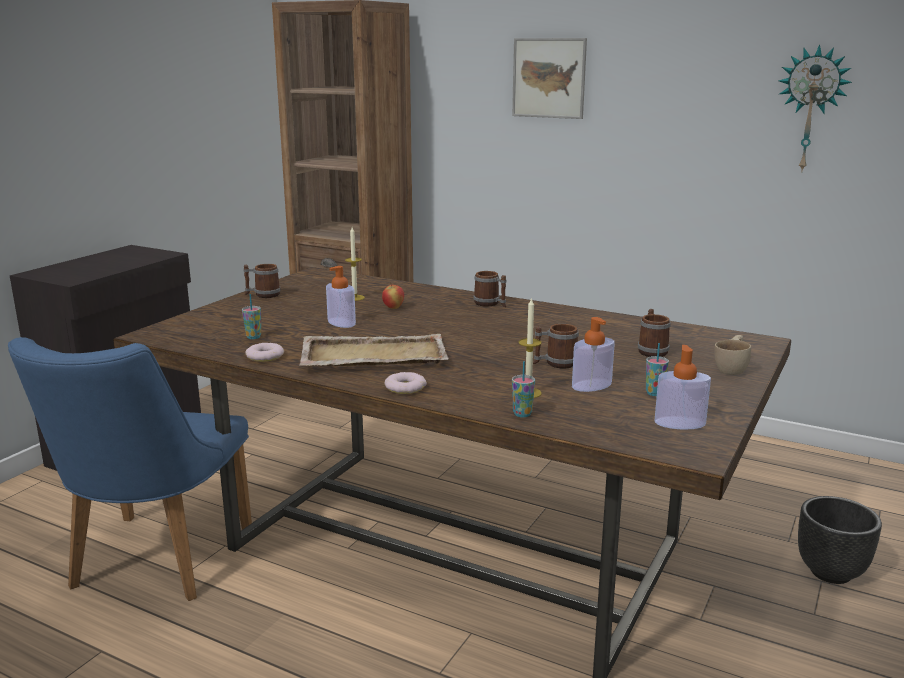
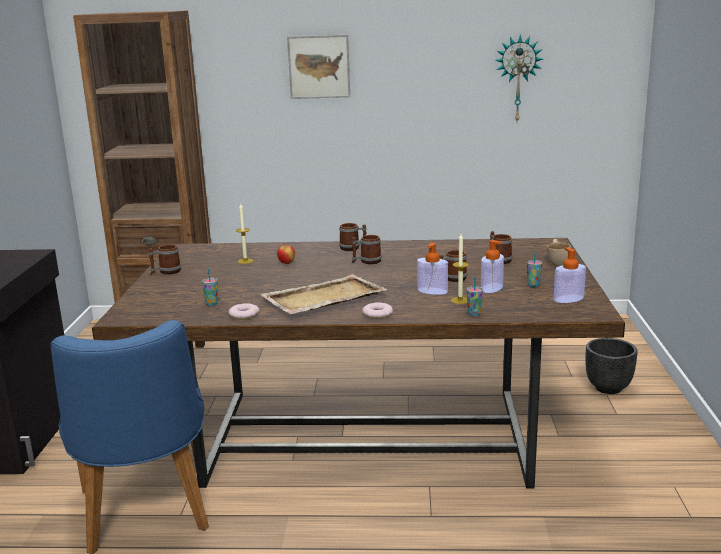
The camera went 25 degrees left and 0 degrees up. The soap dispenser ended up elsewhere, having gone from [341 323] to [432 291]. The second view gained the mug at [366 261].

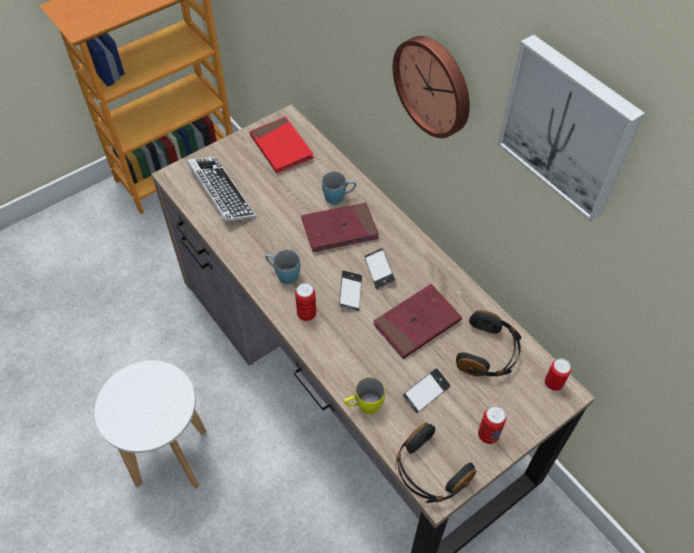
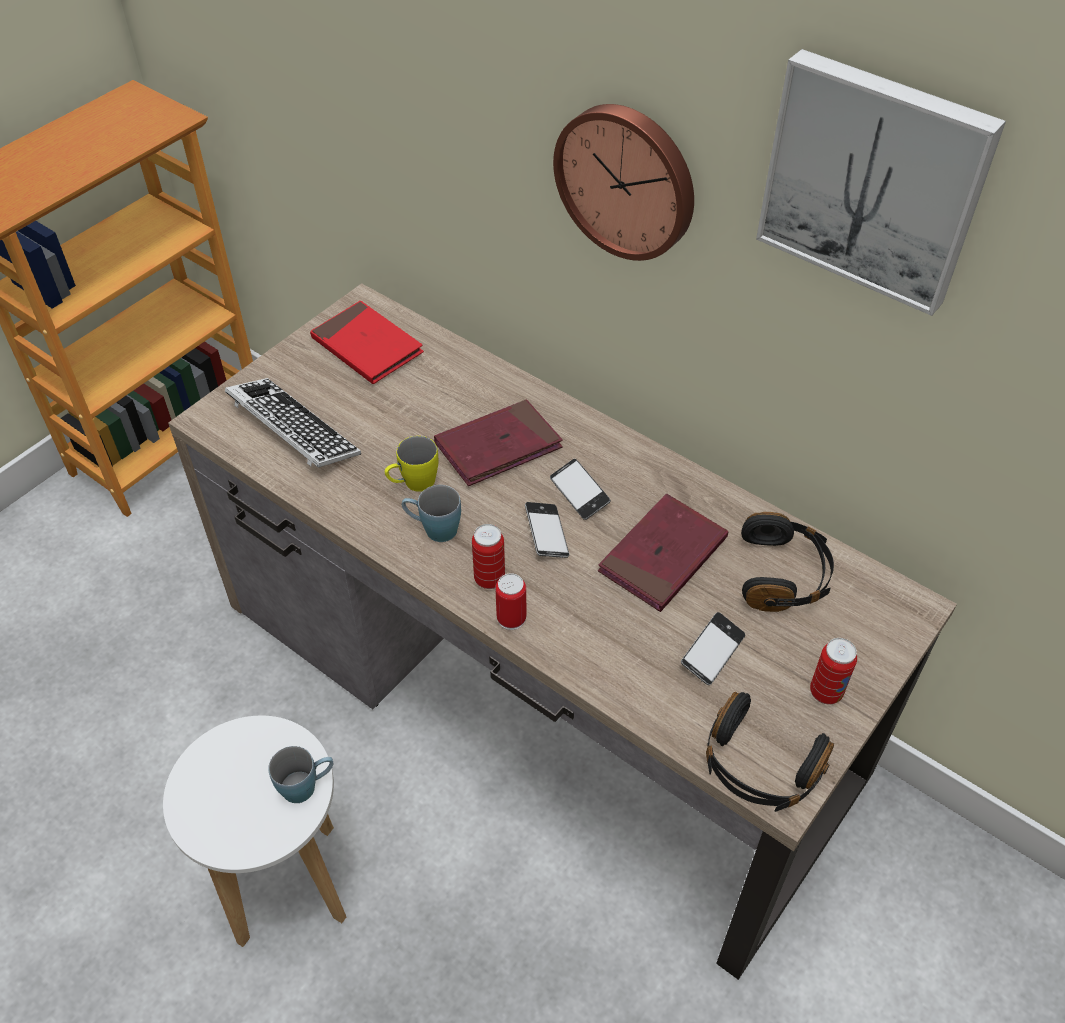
The camera went 15 degrees left and 5 degrees down. The mug in blue ended up elsewhere, having gone from [339 197] to [307 785]. The mug in yellow ended up elsewhere, having gone from [364 406] to [413 484]. The can ended up elsewhere, having gone from [553 383] to [511 618].

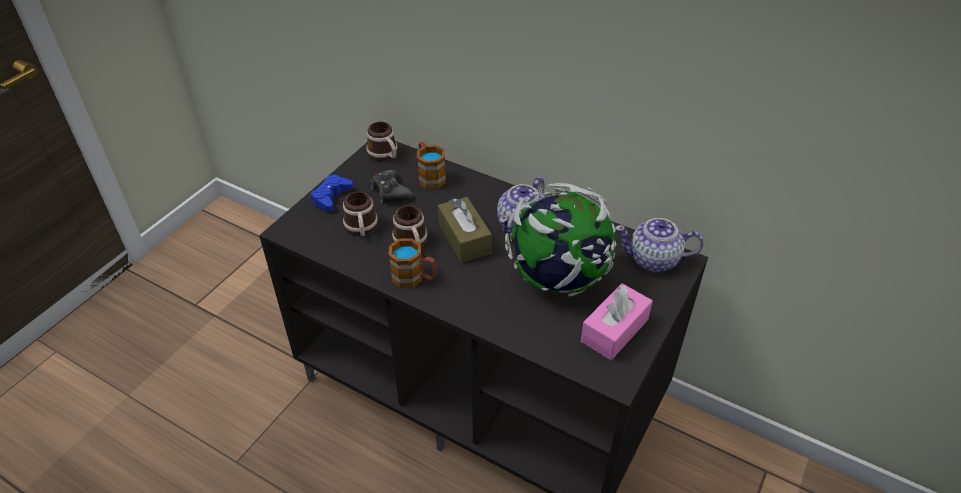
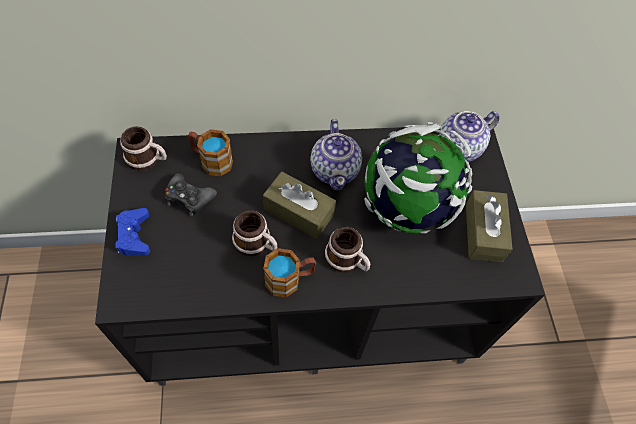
The camera went 40 degrees left and 15 degrees up. The mug ended up elsewhere, having gone from [361 228] to [347 260]. What was the tissue box in pink at [614 330] turned into the tissue box in brown at [483 232].

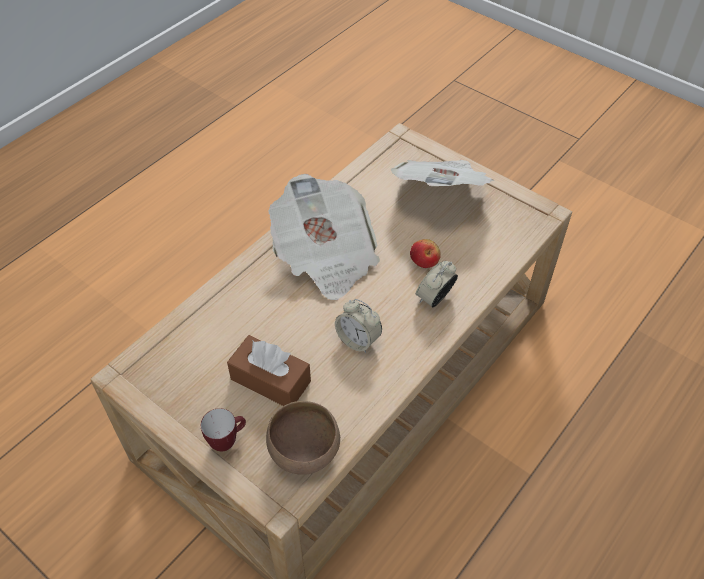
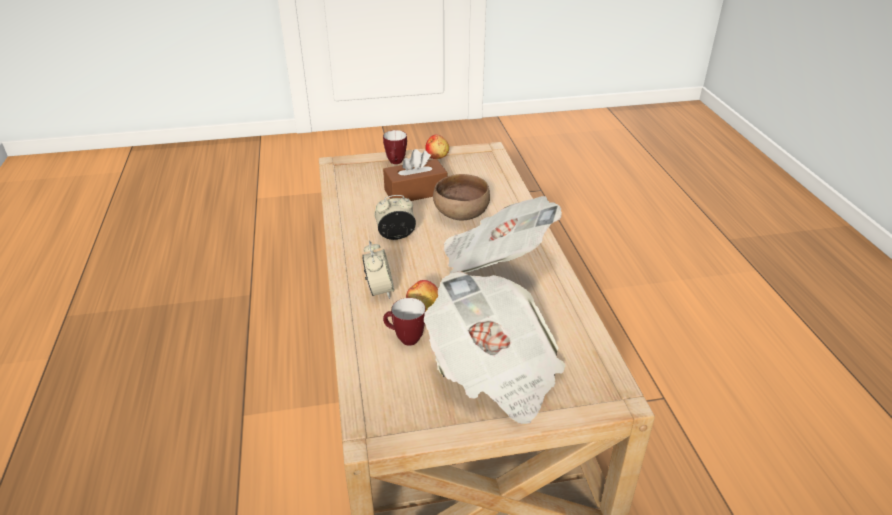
The camera went 130 degrees right and 15 degrees down. The bowl in brown ended up elsewhere, having gone from [305 450] to [460 215]. The second view gained the mug at [404 339]. The second view gained the apple at [437 156].

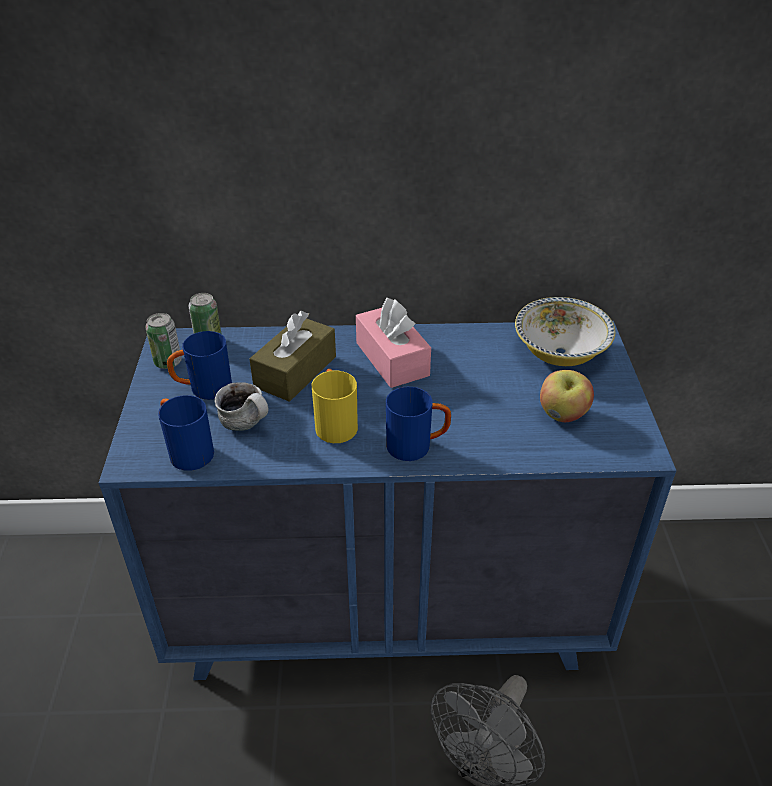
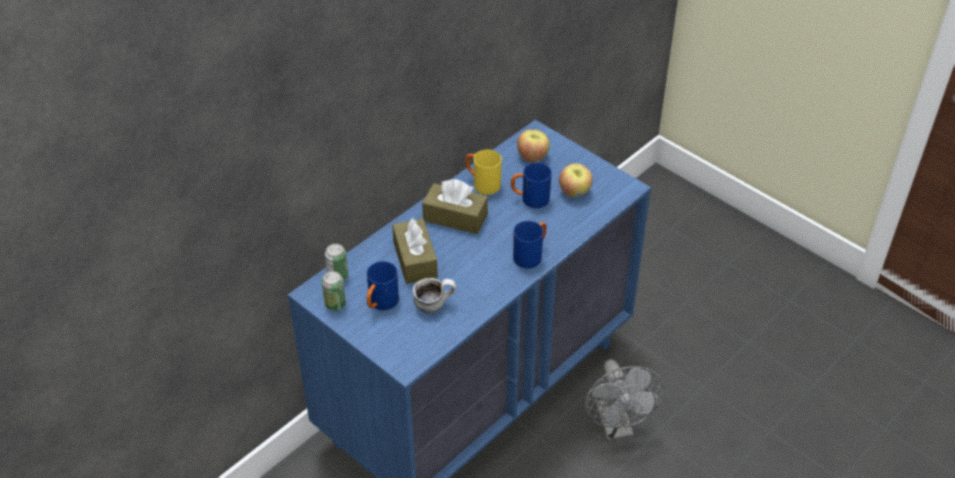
The camera went 45 degrees left and 5 degrees up. The mug in blue ended up elsewhere, having gone from [186 451] to [530 199]. The mug in yellow ended up elsewhere, having gone from [335 423] to [482 184]. What was the tissue box in pink at [392 359] turned into the tissue box in brown at [455 217]. Where the bowl stood at [560 352], the apple came to stand at [532 157].

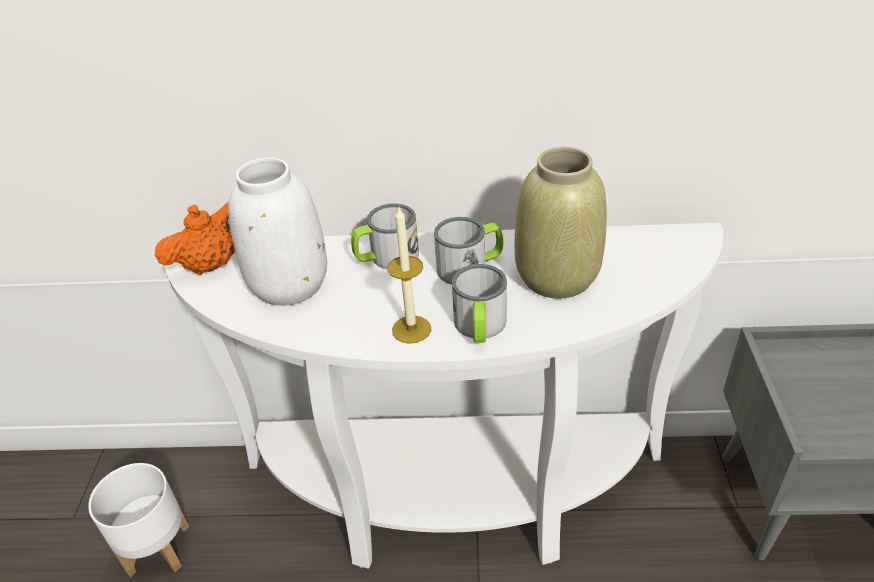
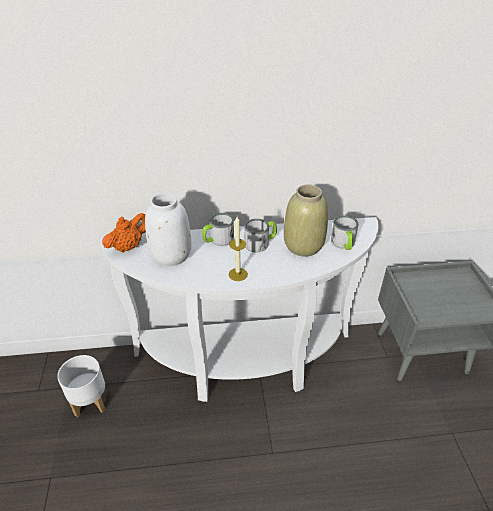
The camera went 10 degrees left and 0 degrees up. The mug ended up elsewhere, having gone from [480 327] to [343 244].

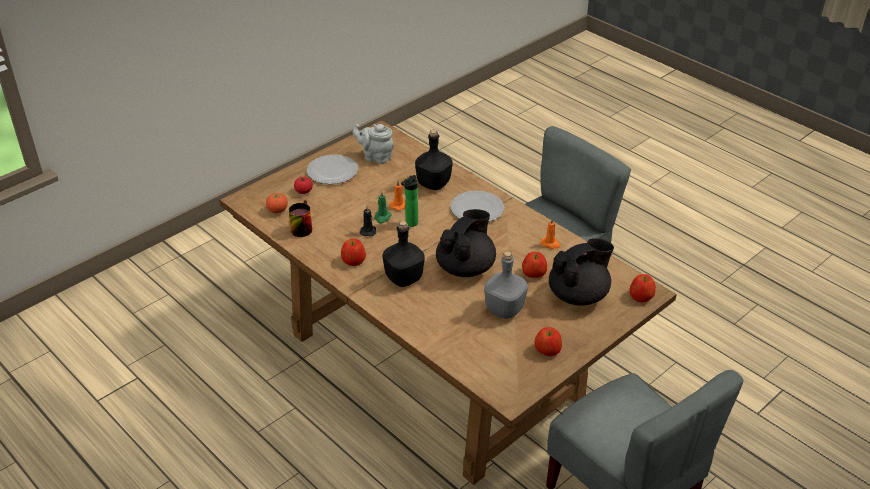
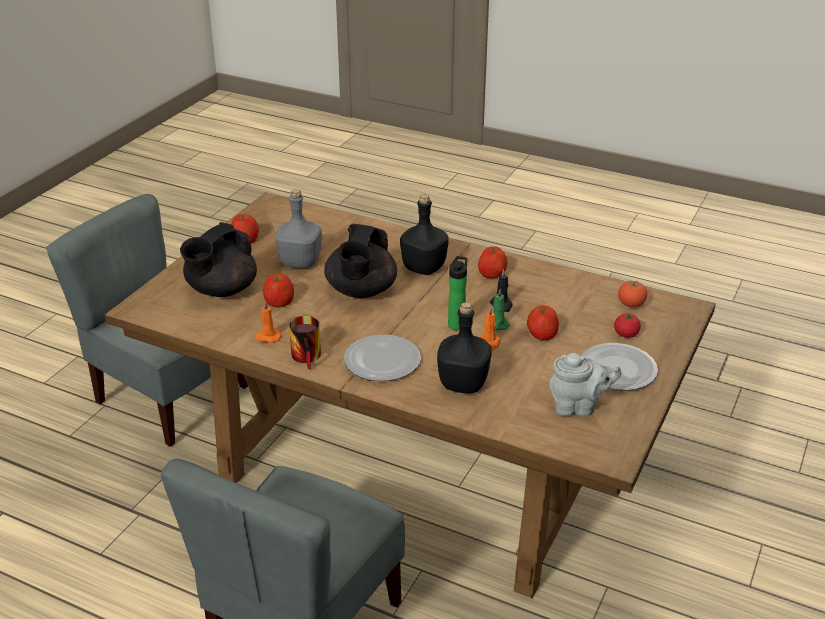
The camera went 160 degrees right and 5 degrees down. The mug ended up elsewhere, having gone from [300 227] to [309 357]. The apple ended up elsewhere, having gone from [641 296] to [542 334].

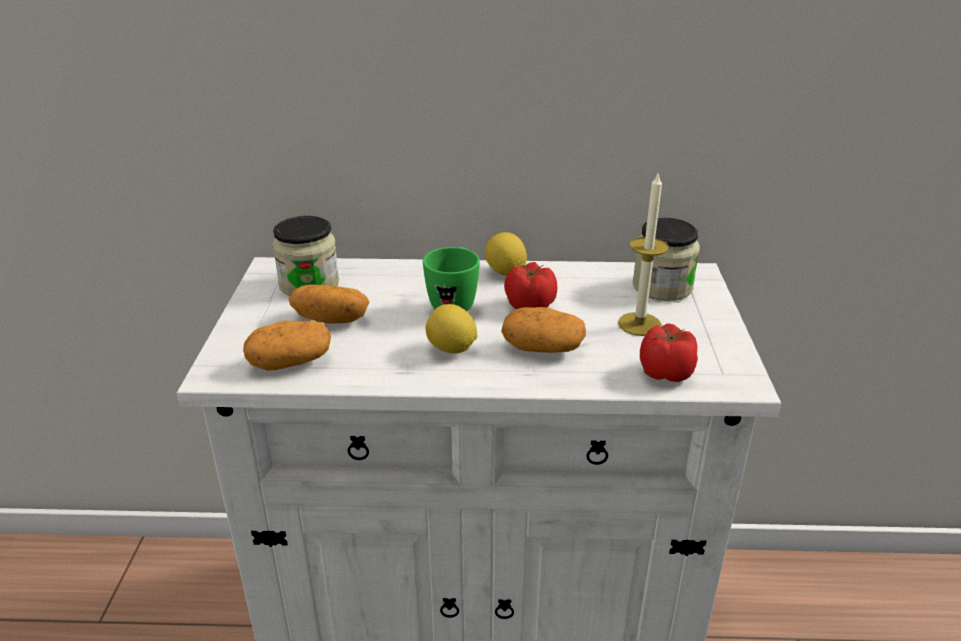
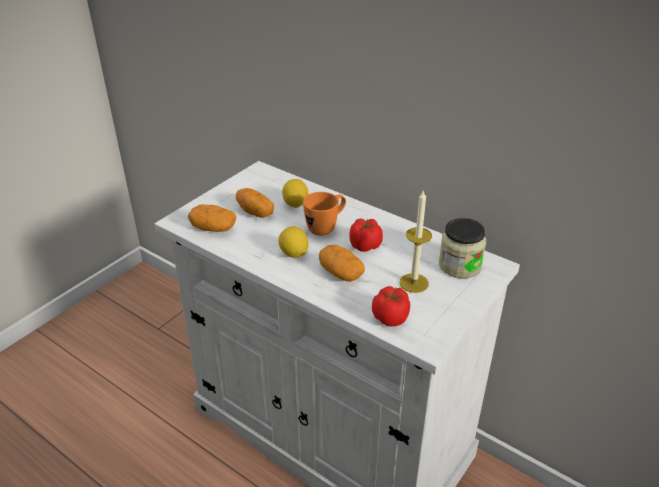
The camera went 35 degrees right and 5 degrees up. The second view lost the jar at [309 284]. What was the mug in green at [454 303] turned into the mug in orange at [326 228]. The lemon ended up elsewhere, having gone from [505 272] to [295 204].

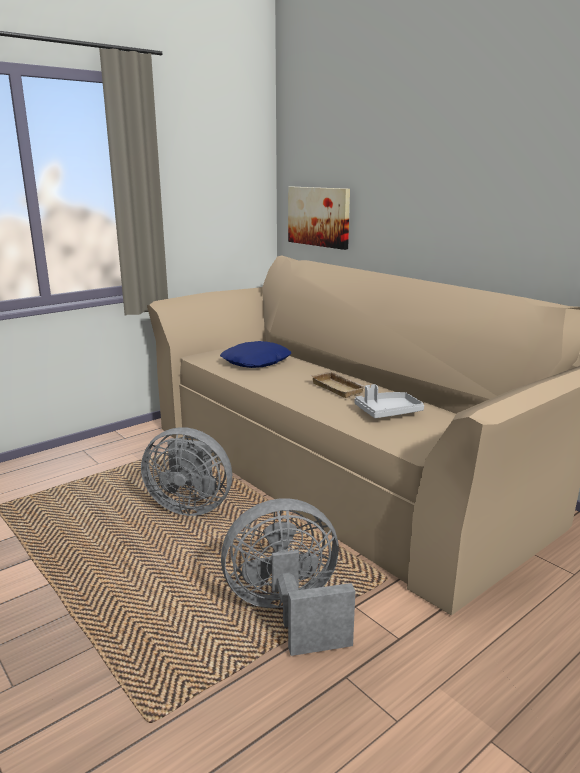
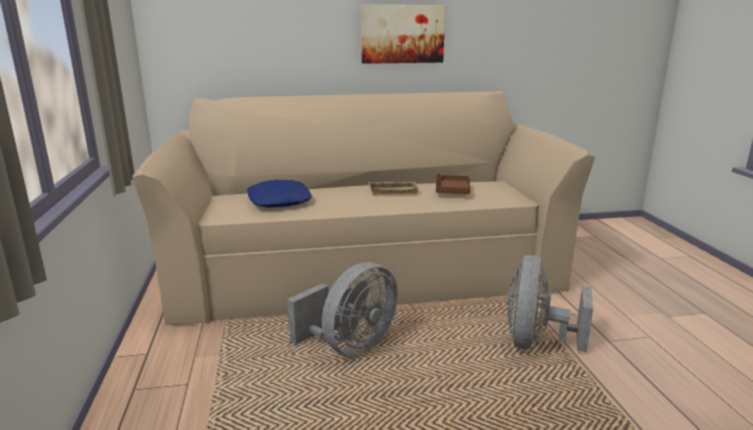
The camera went 60 degrees left and 0 degrees up. The picture ended up elsewhere, having gone from [319 216] to [402 34]. What was the tray in grey at [387 412] turned into the tray in brown at [452 191].

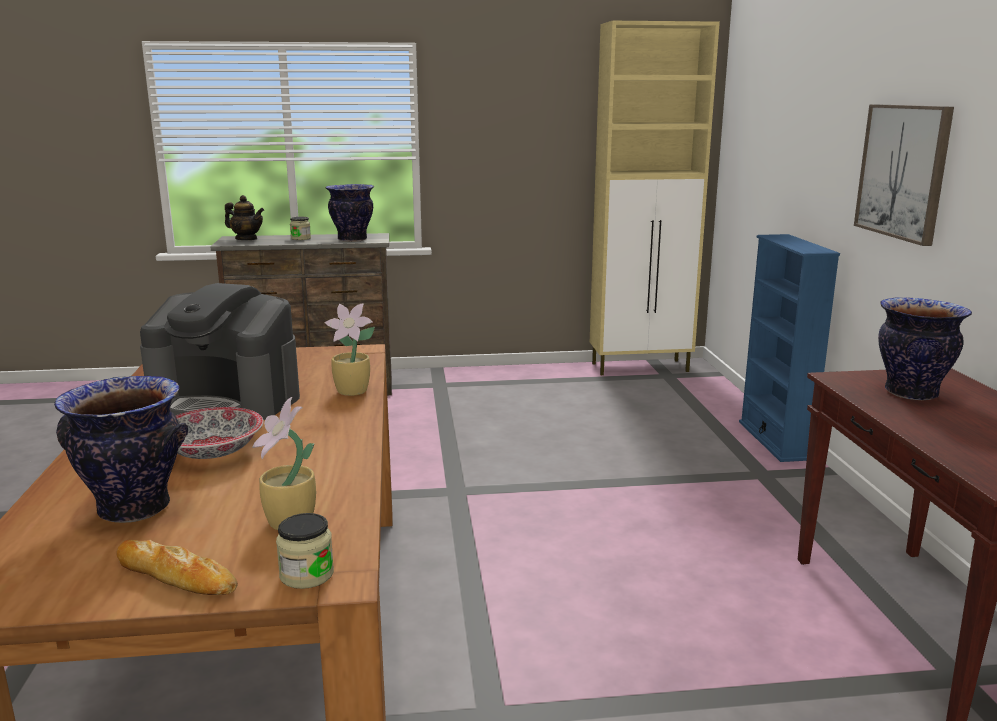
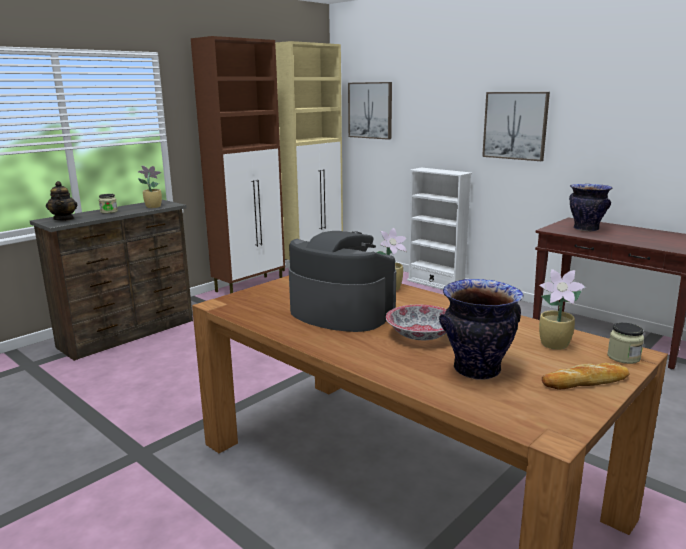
The camera went 40 degrees left and 0 degrees up. The coffee machine at [227 400] ended up facing another way, 120 degrees counterclockwise from before. The teapot at [246 239] ended up facing another way, 90 degrees clockwise from before. Where the vase stood at [352 239], the potted plant came to stand at [152 207]. What was the bookcase in blue at [775 440] turned into the bookcase in white at [435 284]. The second view gained the cabinet in brown at [250 286]. The second view gained the picture at [370 110].

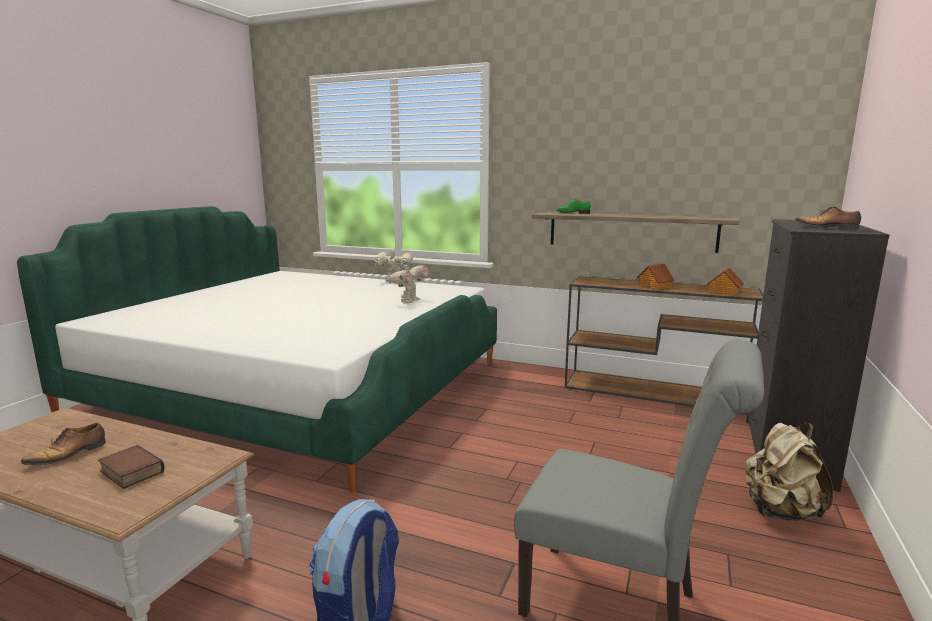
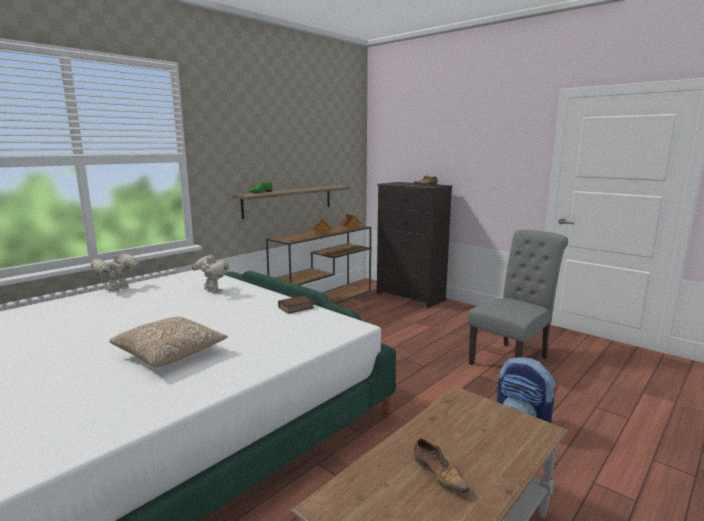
The camera went 70 degrees left and 0 degrees up. The book ended up elsewhere, having gone from [129 472] to [296 308]. The second view lost the backpack in beige at [780 511]. The second view gained the pillow at [171 354].

